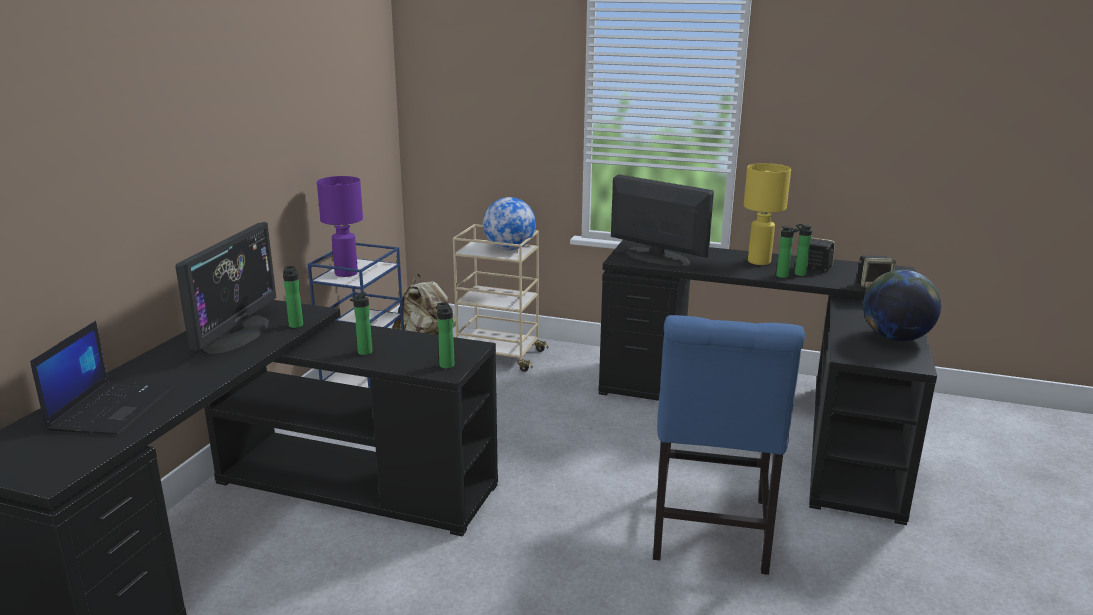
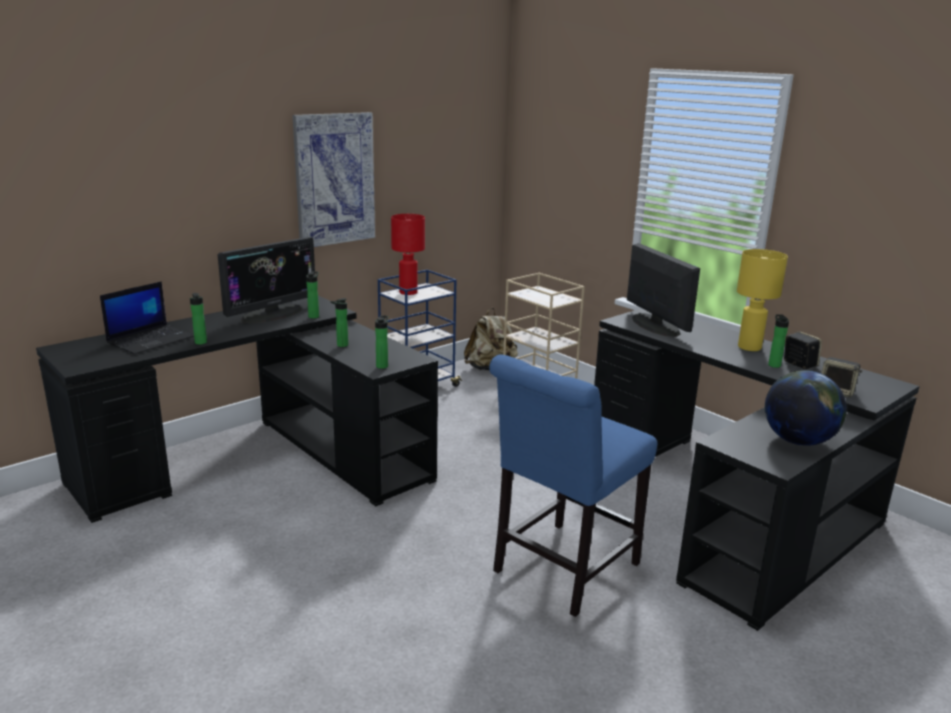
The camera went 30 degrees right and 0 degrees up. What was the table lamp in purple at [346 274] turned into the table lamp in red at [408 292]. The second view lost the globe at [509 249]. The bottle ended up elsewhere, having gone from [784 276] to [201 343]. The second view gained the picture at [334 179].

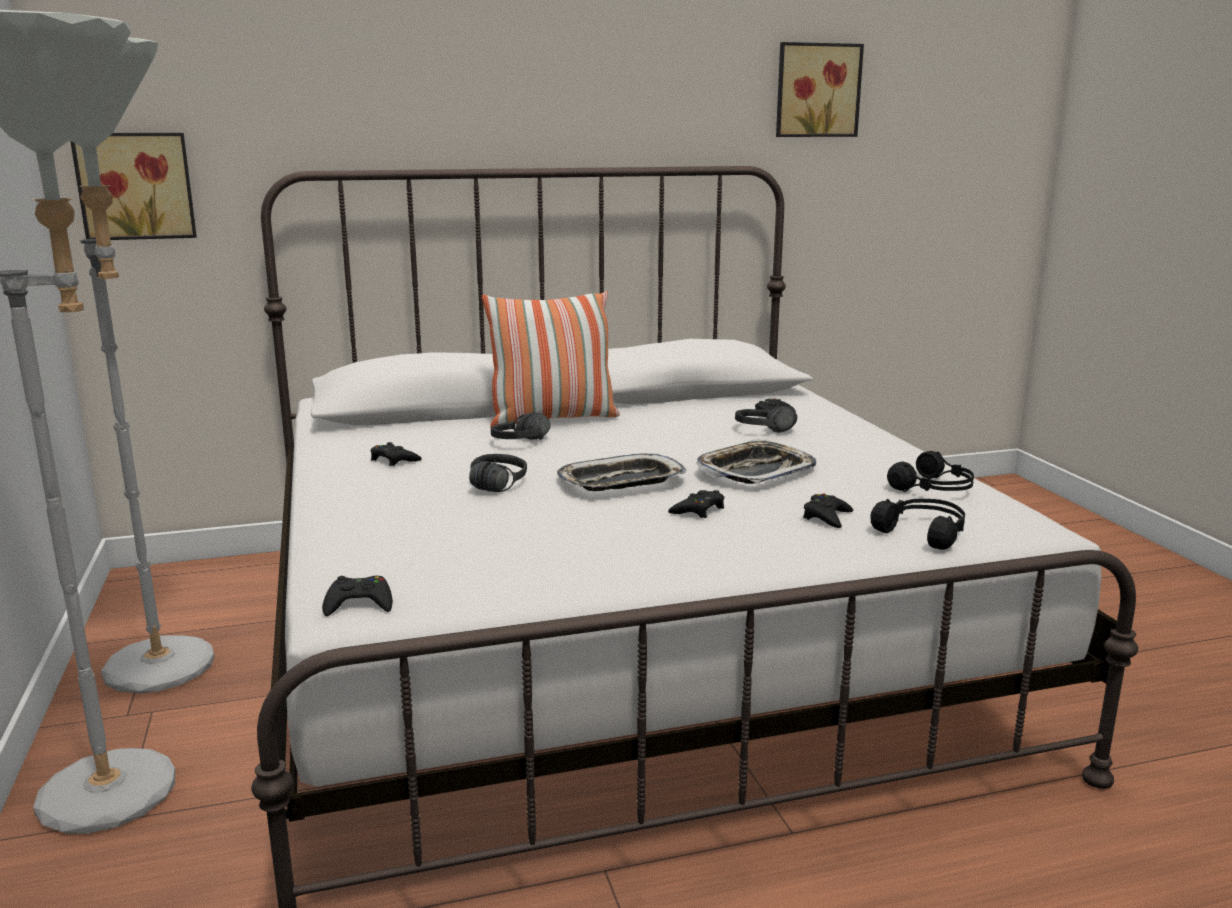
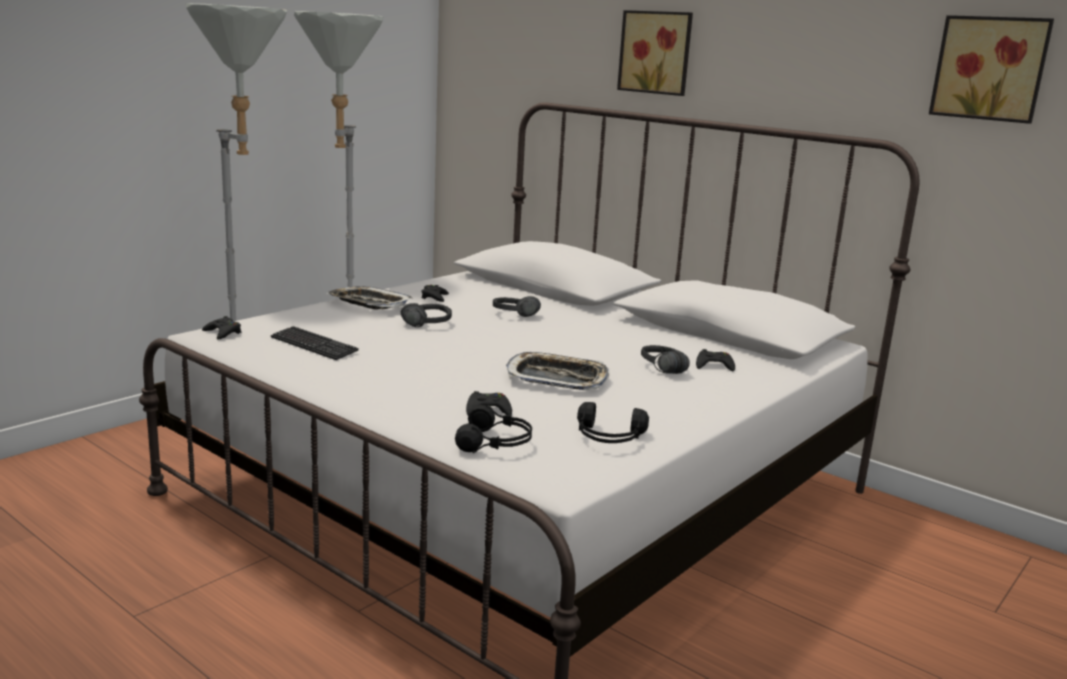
The camera went 55 degrees right and 0 degrees up. The picture ended up elsewhere, having gone from [136 186] to [656 52]. The second view lost the pillow at [552 419]. The tray ended up elsewhere, having gone from [621 482] to [369 304]. The second view lost the game controller in black at [698 510]. The second view gained the keyboard at [314 345].

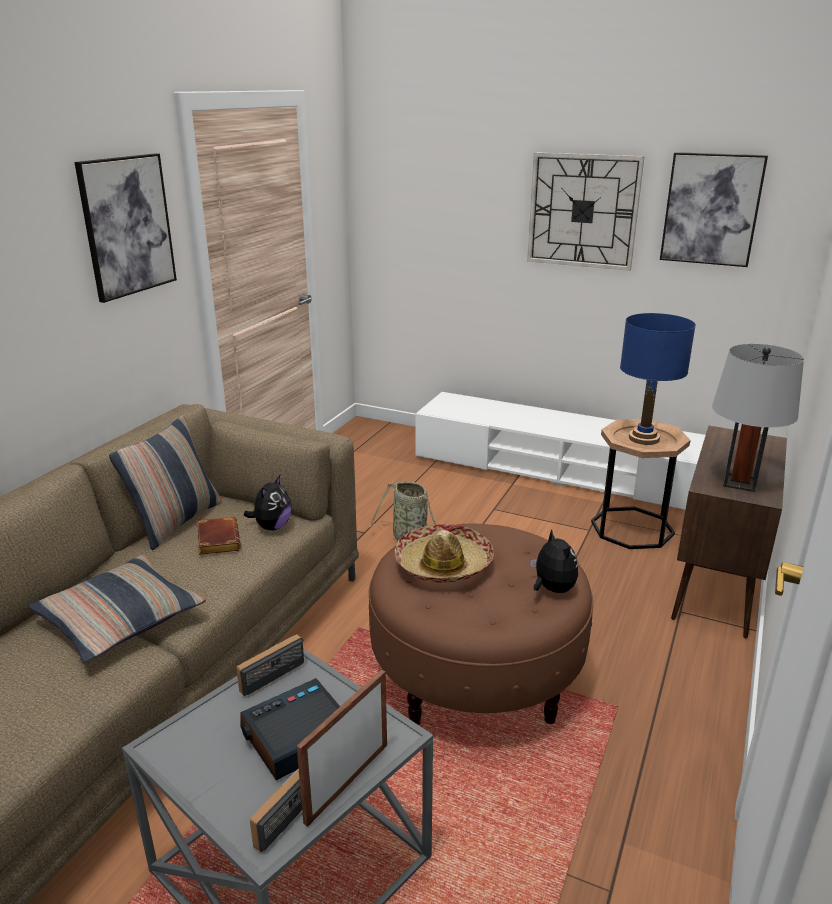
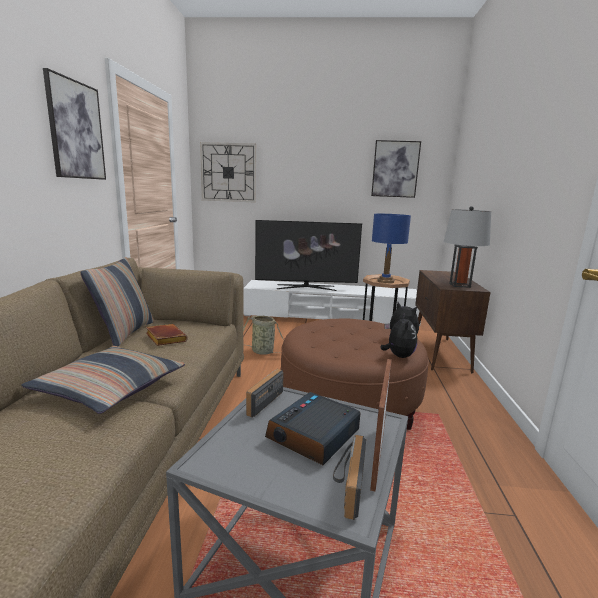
The camera went 20 degrees left and 10 degrees down. The plush toy ended up elsewhere, having gone from [272 527] to [398 356]. The second view lost the hat at [443 564]. The wall clock ended up elsewhere, having gone from [583 211] to [228 172]. The second view gained the television at [306 287].

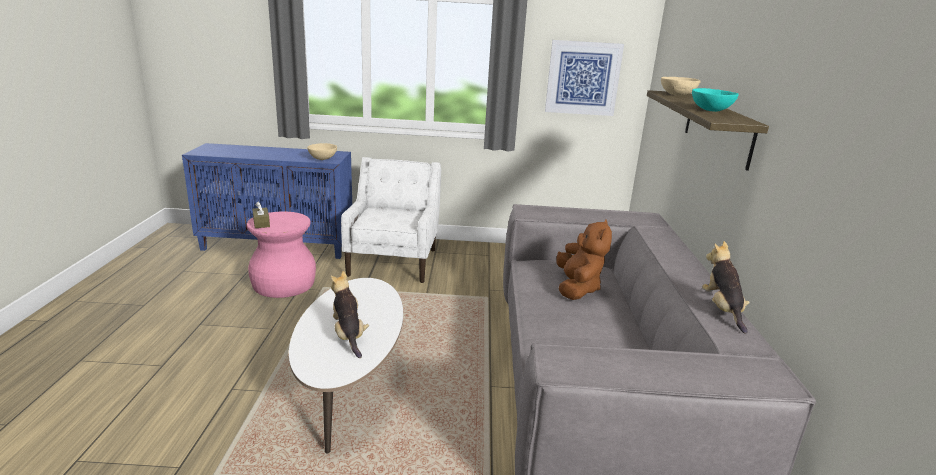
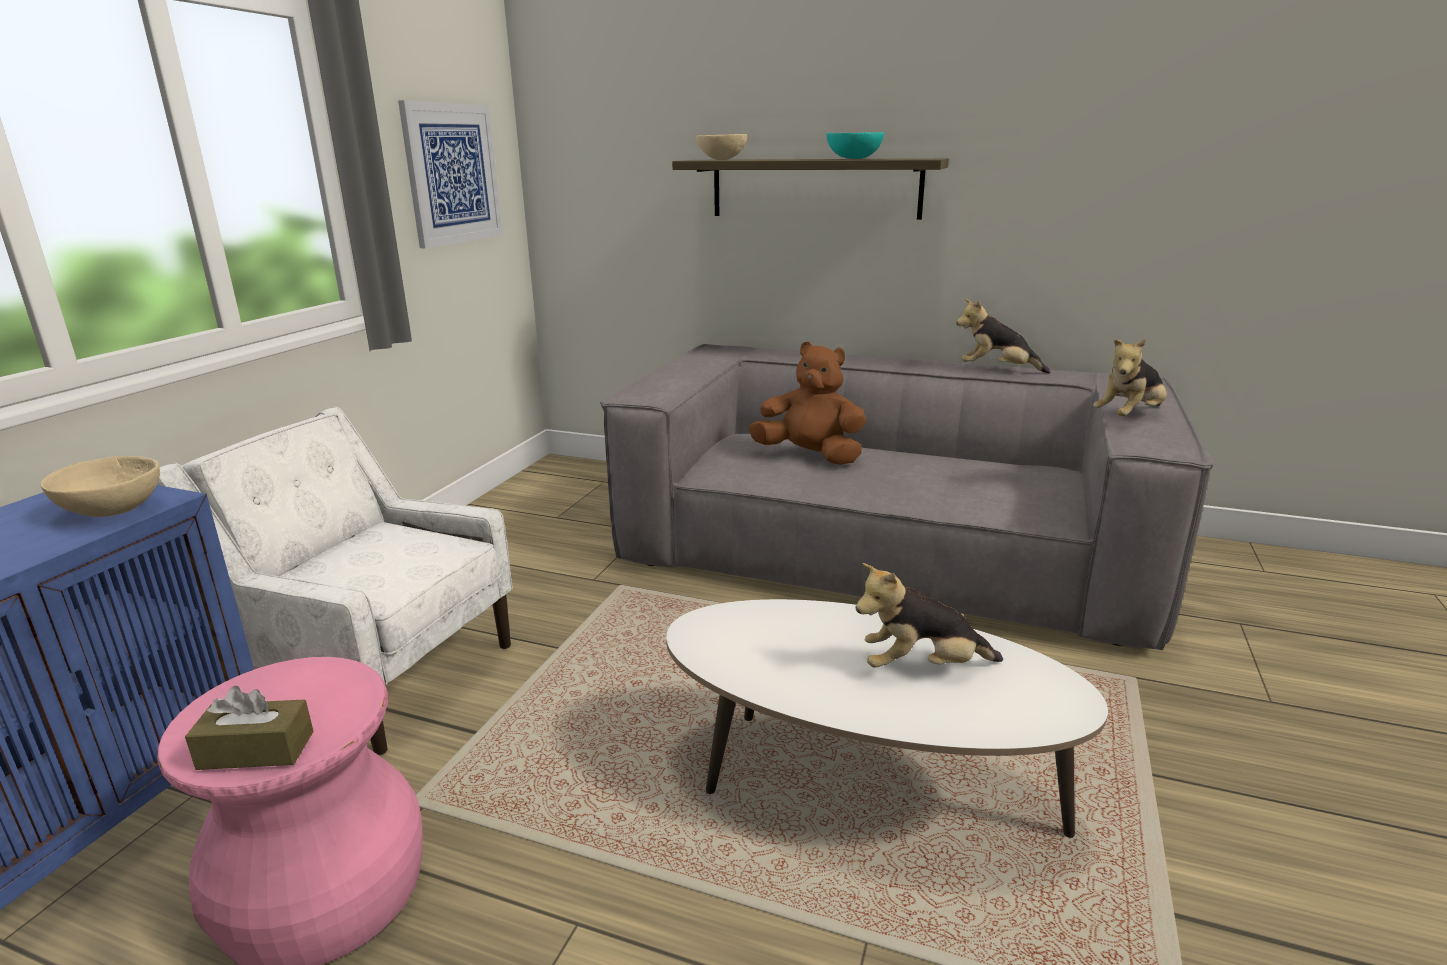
The camera went 70 degrees left and 0 degrees up. The second view gained the plush toy at [1129 417].

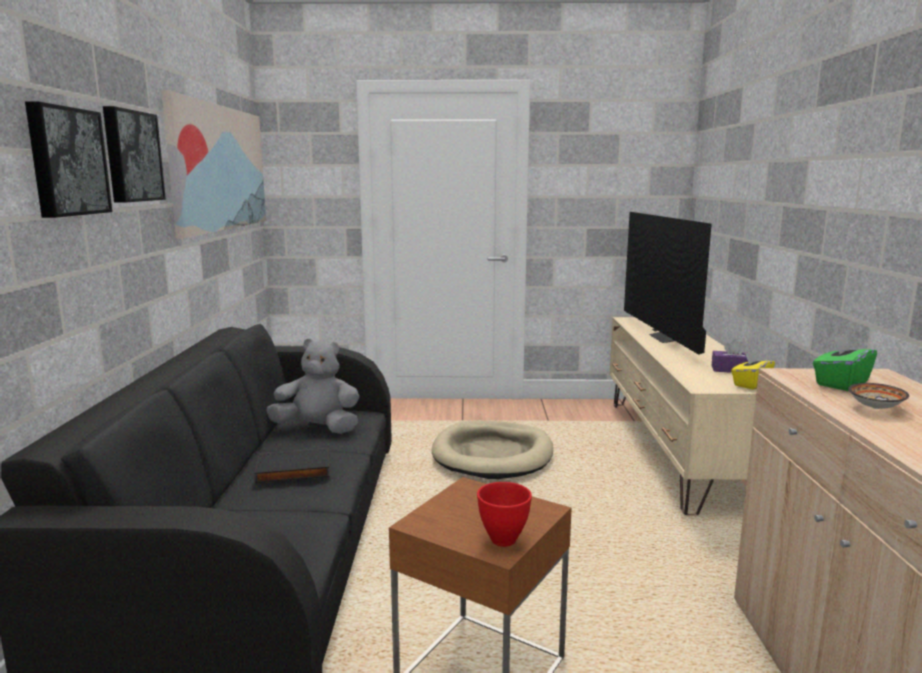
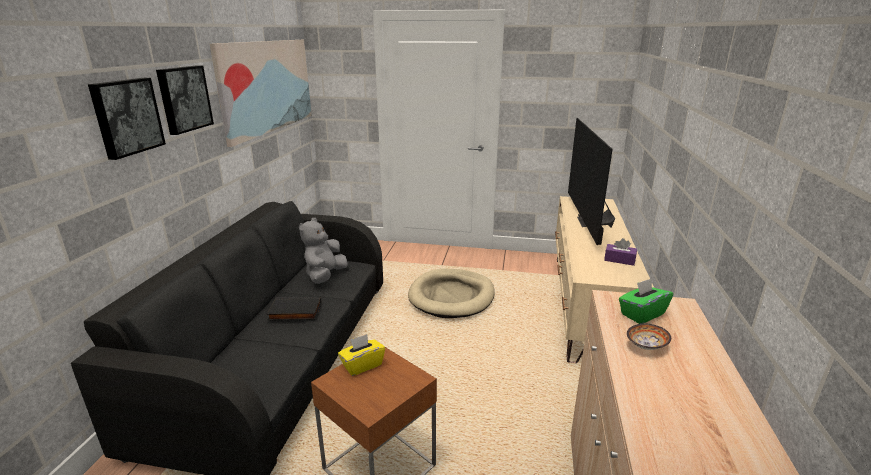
The camera went 10 degrees right and 10 degrees up. The plush toy in grey at [318 428] ended up facing another way, 90 degrees counterclockwise from before. The second view lost the bowl in red at [503 541]. The tissue box in yellow ended up elsewhere, having gone from [751 384] to [362 365].

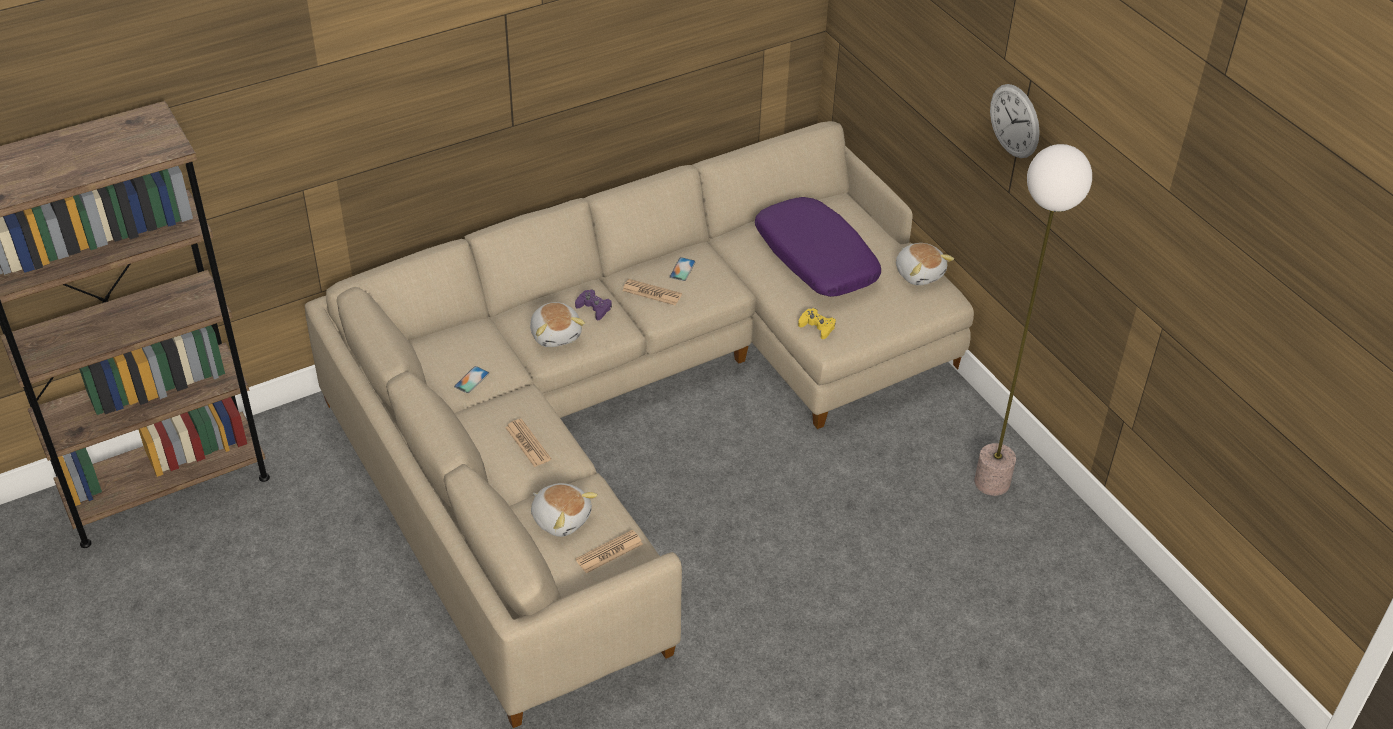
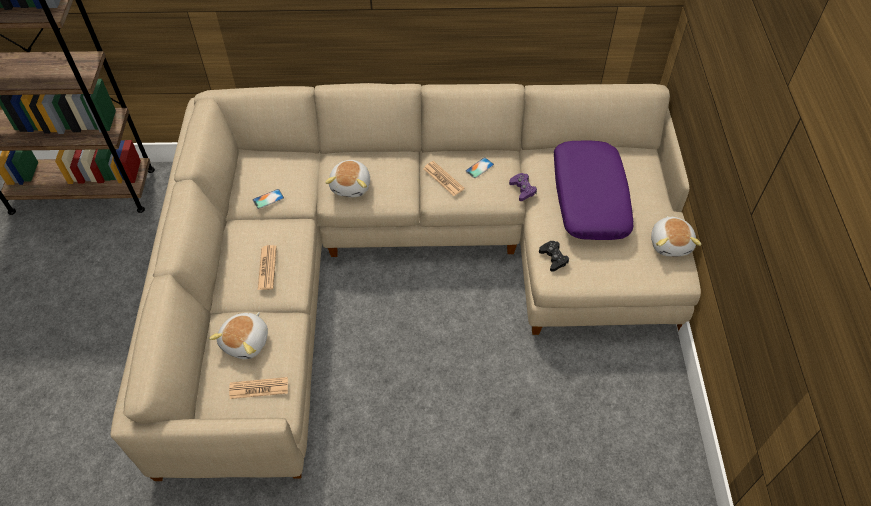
The camera went 30 degrees right and 10 degrees up. The plush toy at [561 518] ended up facing another way, 45 degrees clockwise from before. The game controller in purple ended up elsewhere, having gone from [594 308] to [522 189]. What was the game controller in yellow at [817 327] turned into the game controller in black at [553 258]. The second view lost the floor lamp at [992 482]. The second view lost the wall clock at [1014 121].

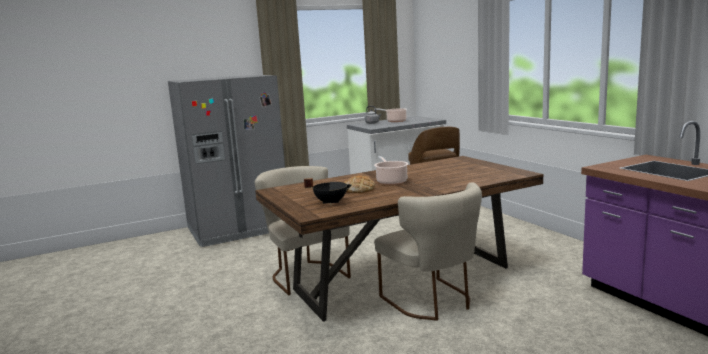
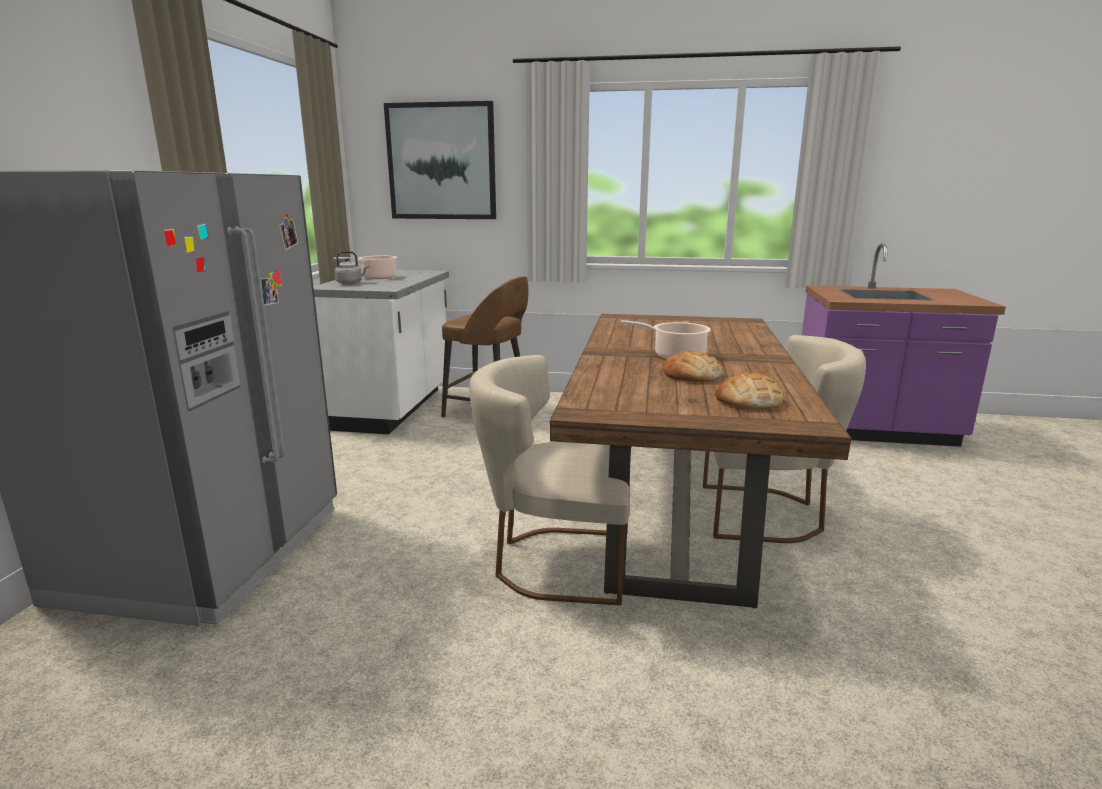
The camera went 55 degrees left and 5 degrees up. Where the cooking pot in black stood at [330 202], the bread came to stand at [747 400]. The second view gained the picture at [441 162].

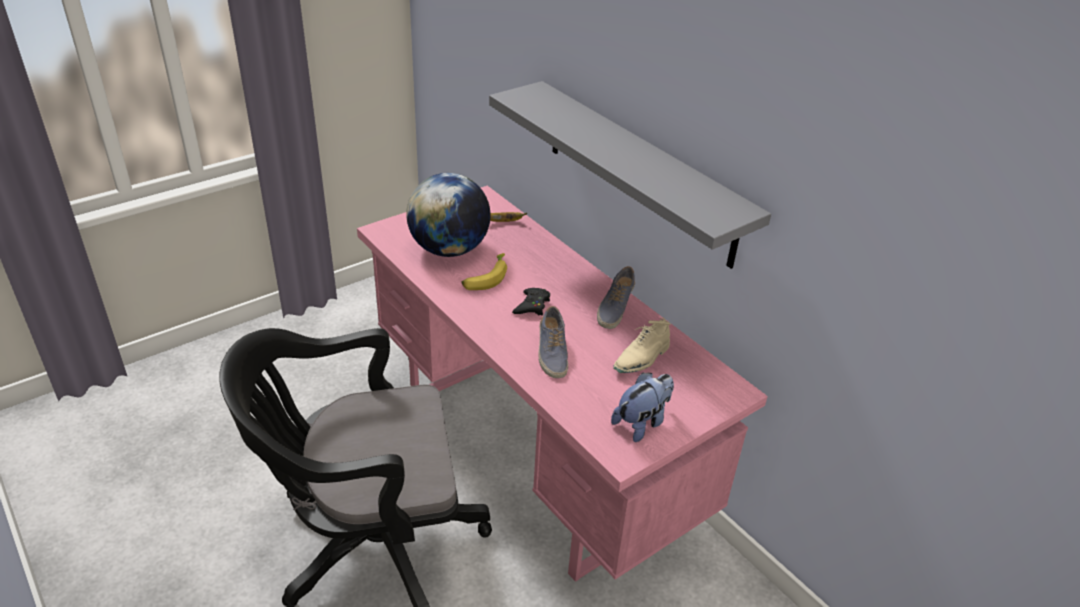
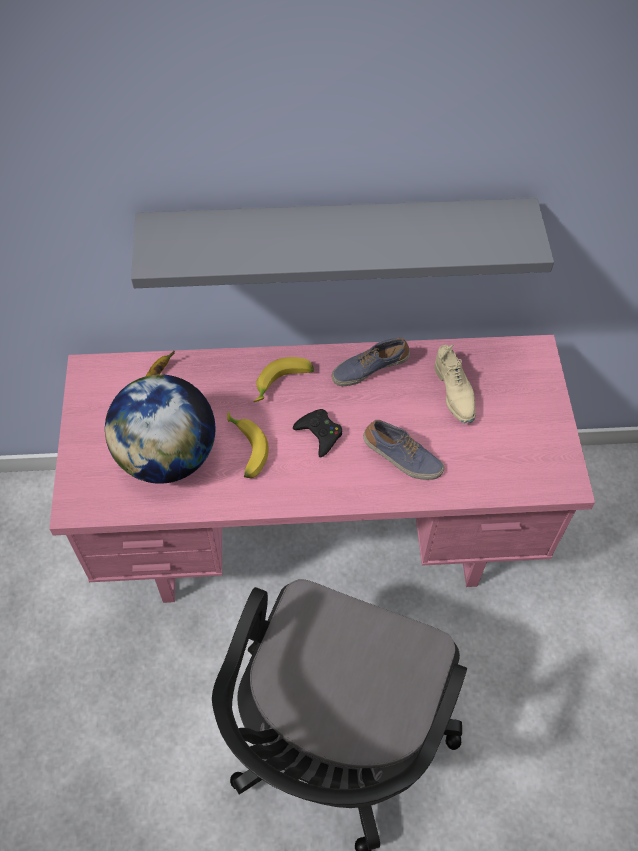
The camera went 55 degrees left and 20 degrees up. The shoe at [614 308] ended up facing another way, 105 degrees clockwise from before. The second view lost the plush toy at [642 423]. The second view gained the banana at [283 384].

